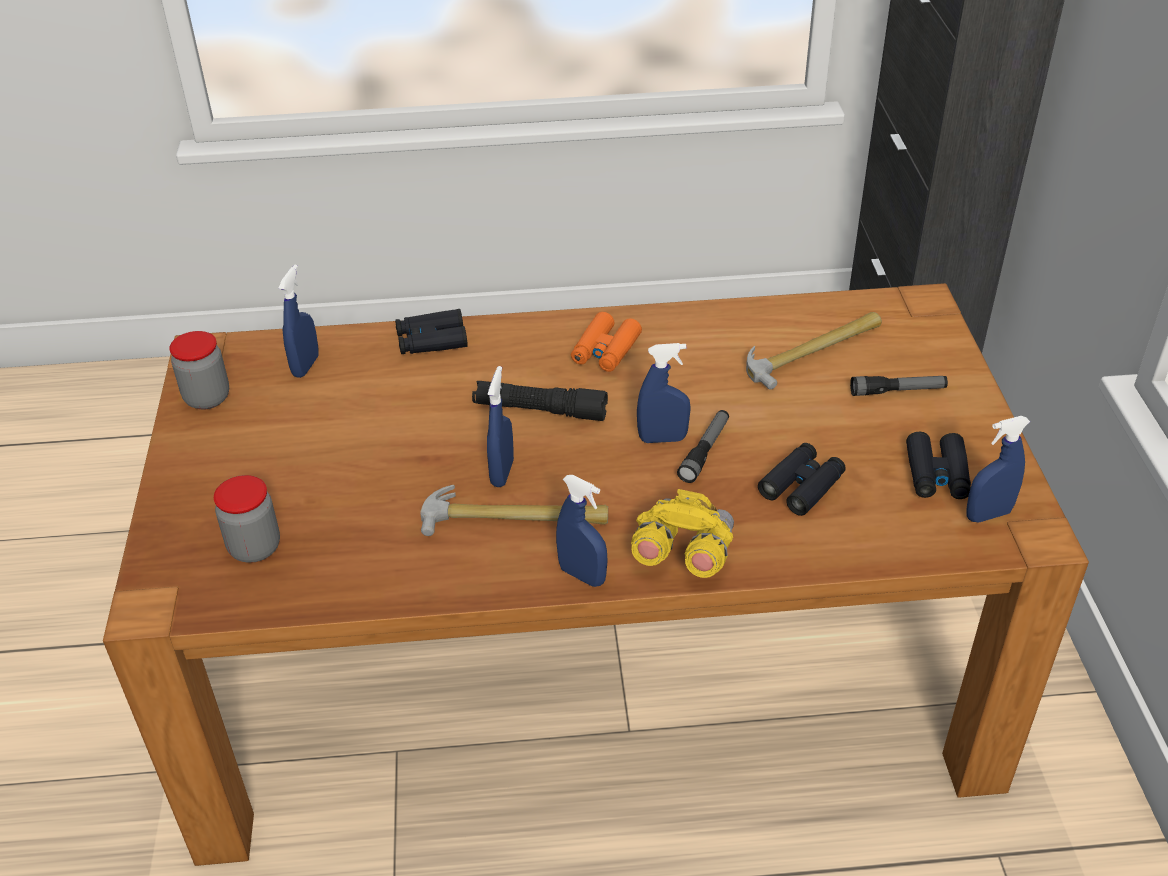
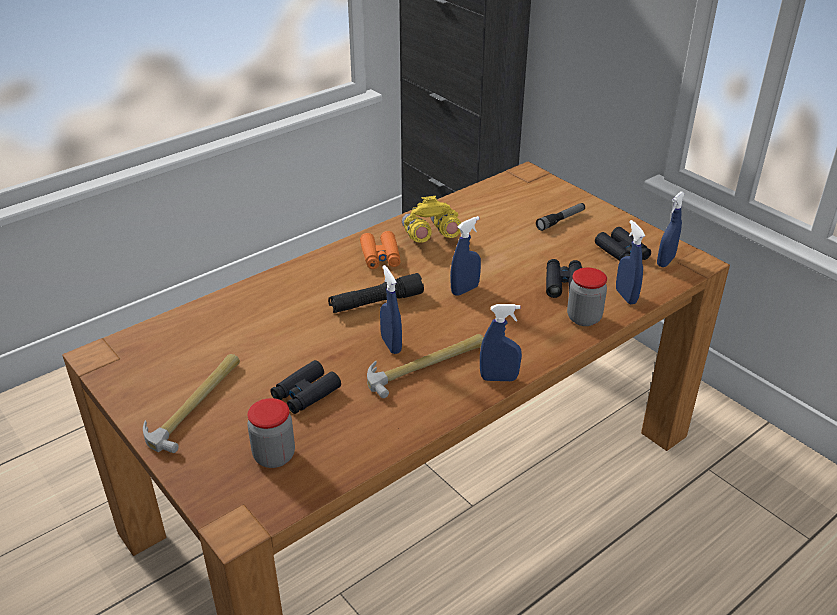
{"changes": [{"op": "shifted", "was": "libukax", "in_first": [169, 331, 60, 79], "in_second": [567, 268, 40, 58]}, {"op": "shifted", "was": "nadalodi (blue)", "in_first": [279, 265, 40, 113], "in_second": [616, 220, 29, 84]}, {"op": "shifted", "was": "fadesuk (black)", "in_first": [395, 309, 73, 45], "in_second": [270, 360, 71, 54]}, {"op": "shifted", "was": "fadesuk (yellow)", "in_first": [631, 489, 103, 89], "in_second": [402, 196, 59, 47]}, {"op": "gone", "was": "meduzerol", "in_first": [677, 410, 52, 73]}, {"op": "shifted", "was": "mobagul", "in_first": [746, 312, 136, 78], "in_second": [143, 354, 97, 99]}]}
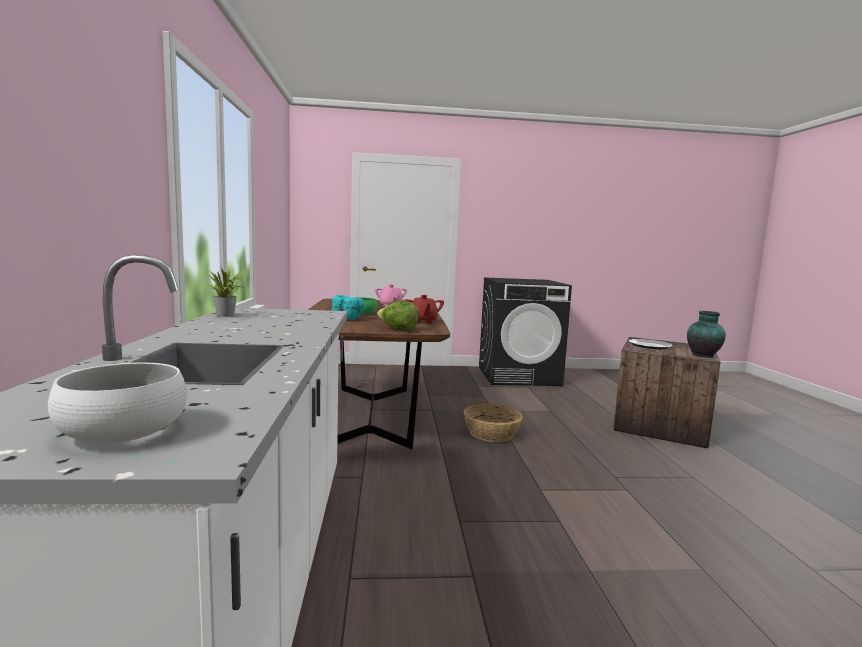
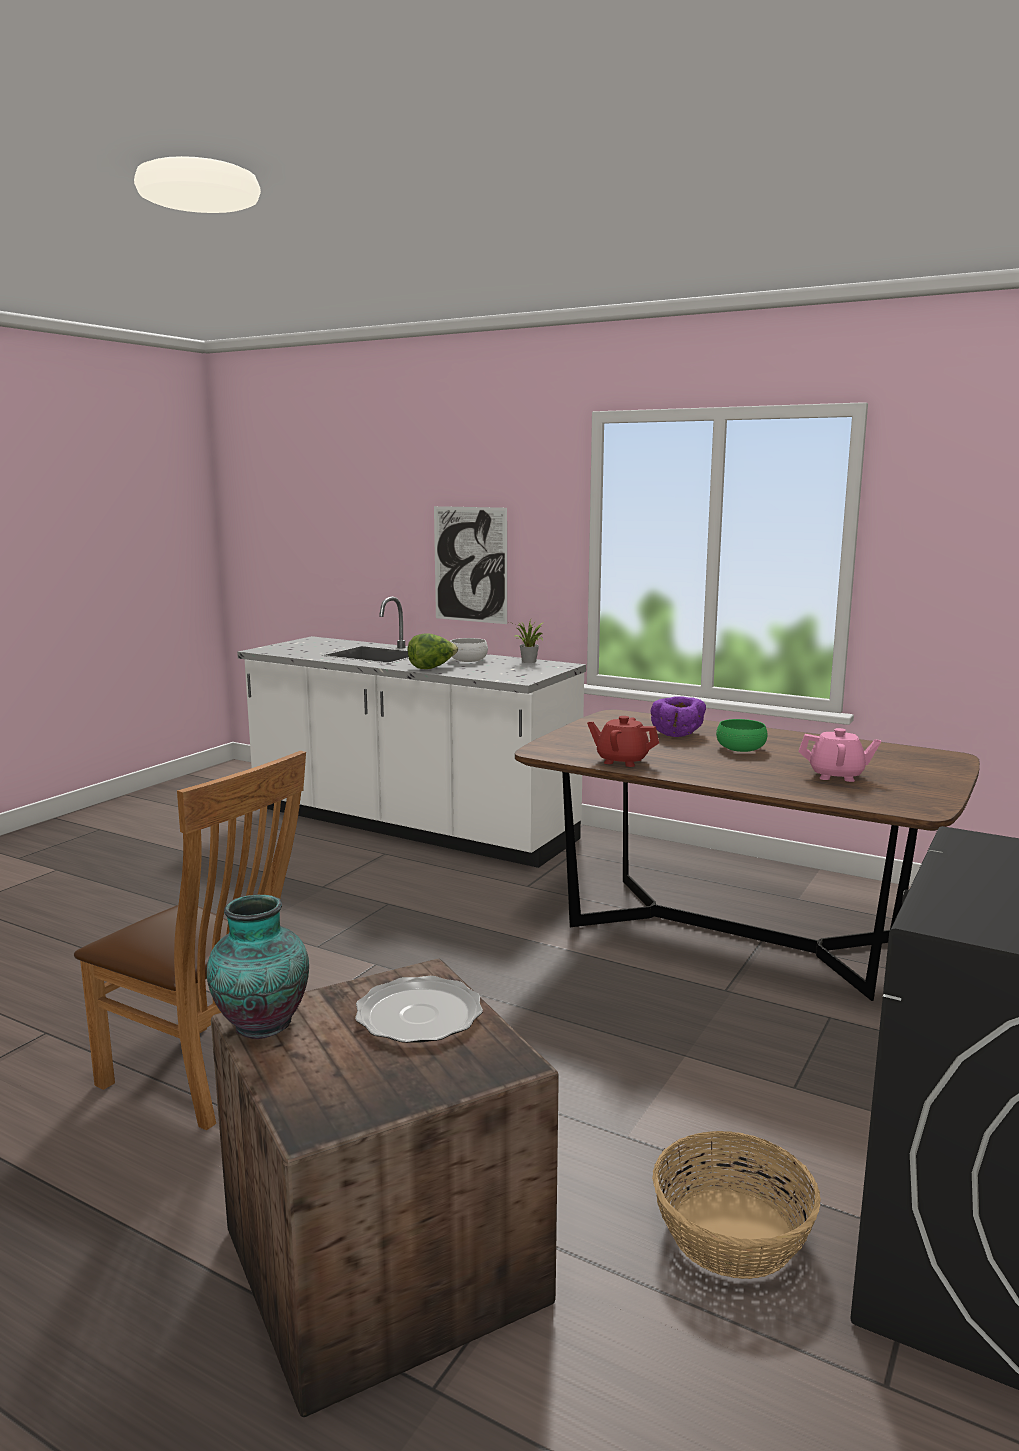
{"changes": [{"op": "shifted", "was": "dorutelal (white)", "in_first": [48, 363, 139, 80], "in_second": [450, 638, 38, 24]}, {"op": "repainted", "was": "dorutelal (turquoise)", "now": "dorutelal (purple)", "in_first": [331, 295, 34, 25], "in_second": [651, 696, 55, 41]}, {"op": "shifted", "was": "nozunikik", "in_first": [377, 301, 42, 30], "in_second": [407, 633, 51, 36]}, {"op": "shifted", "was": "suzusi", "in_first": [464, 404, 59, 38], "in_second": [652, 1131, 169, 148]}, {"op": "new", "now": "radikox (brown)", "in_second": [74, 751, 232, 380]}, {"op": "new", "now": "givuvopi", "in_second": [434, 506, 73, 118]}]}
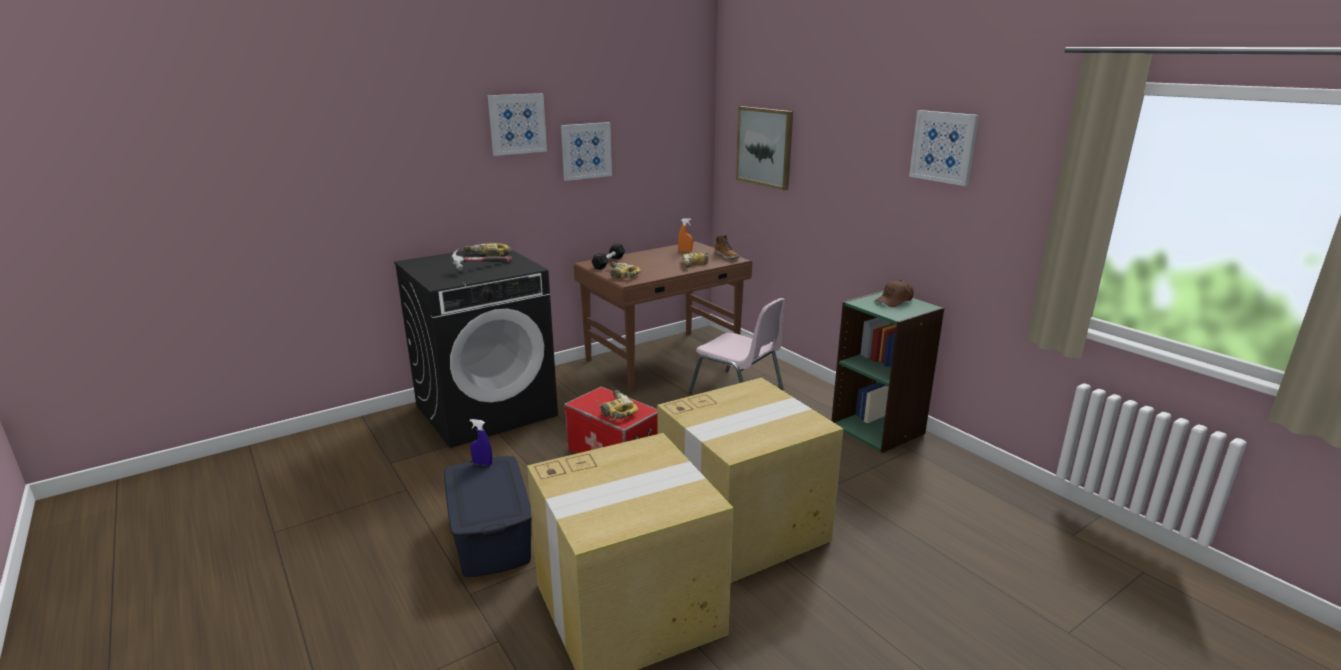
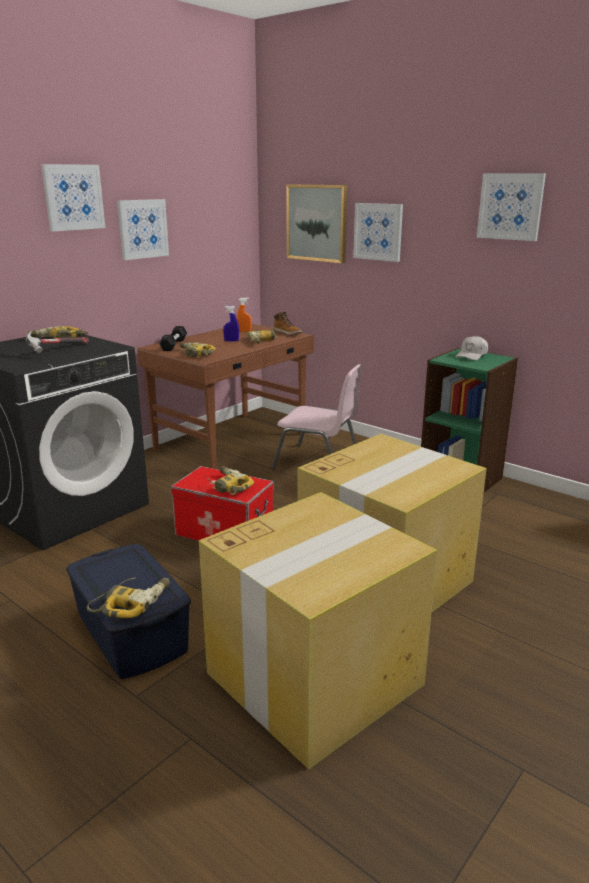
{"changes": [{"op": "shifted", "was": "nadalodi (blue)", "in_first": [470, 419, 22, 47], "in_second": [223, 306, 16, 36]}, {"op": "repainted", "was": "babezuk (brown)", "now": "babezuk (white)", "in_first": [875, 280, 39, 27], "in_second": [455, 336, 33, 25]}, {"op": "new", "now": "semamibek", "in_second": [87, 578, 83, 40]}, {"op": "new", "now": "givuvopi", "in_second": [353, 203, 50, 59]}]}
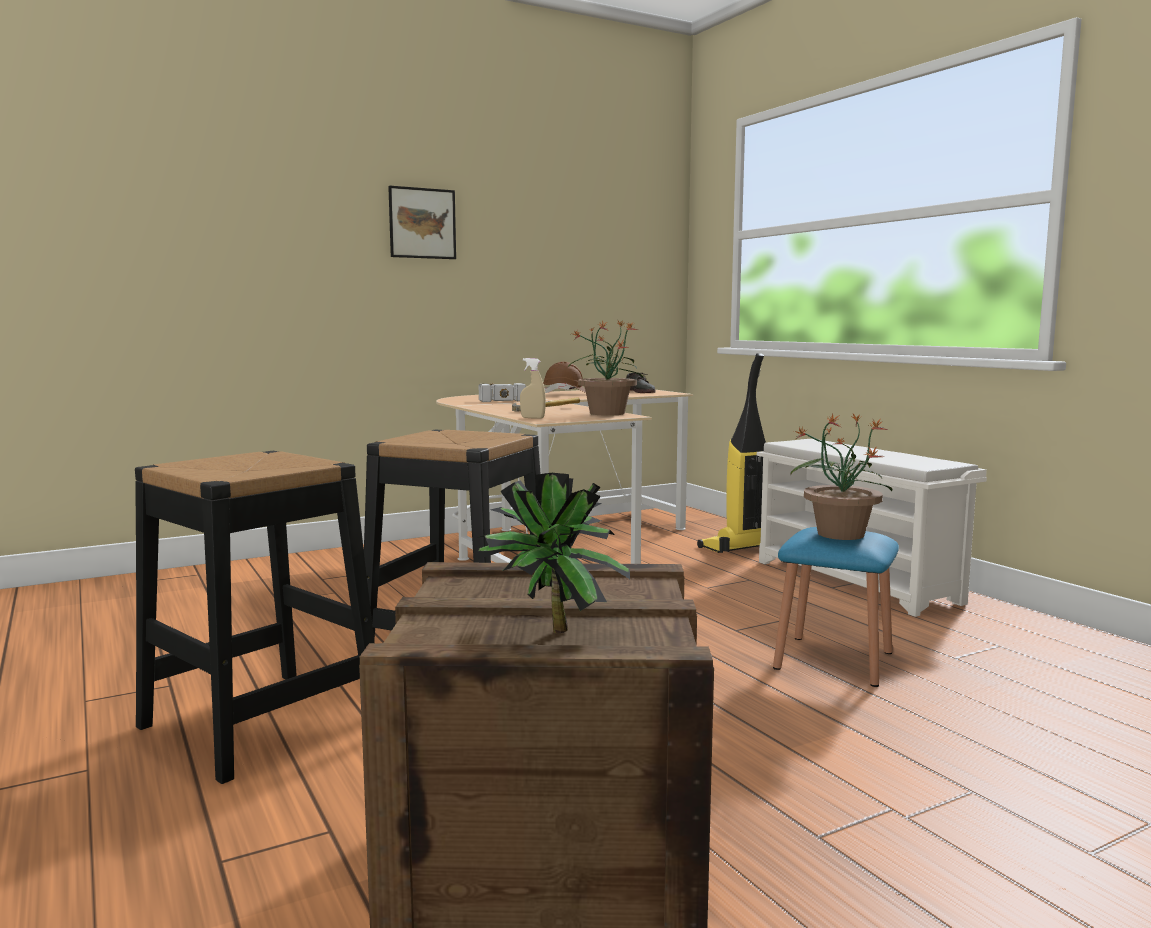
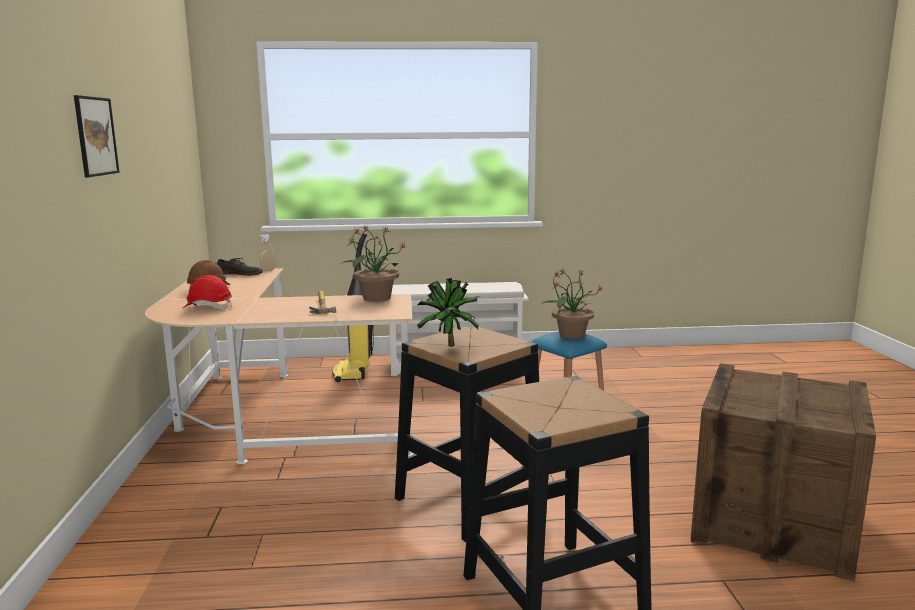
{"changes": [{"op": "shifted", "was": "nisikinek", "in_first": [477, 473, 153, 160], "in_second": [417, 278, 63, 69]}, {"op": "swapped", "was": "mobagul", "now": "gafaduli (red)", "in_first": [479, 383, 47, 19], "in_second": [183, 275, 49, 34]}, {"op": "shifted", "was": "nadalodi (beige)", "in_first": [520, 358, 26, 61], "in_second": [260, 234, 14, 37]}]}
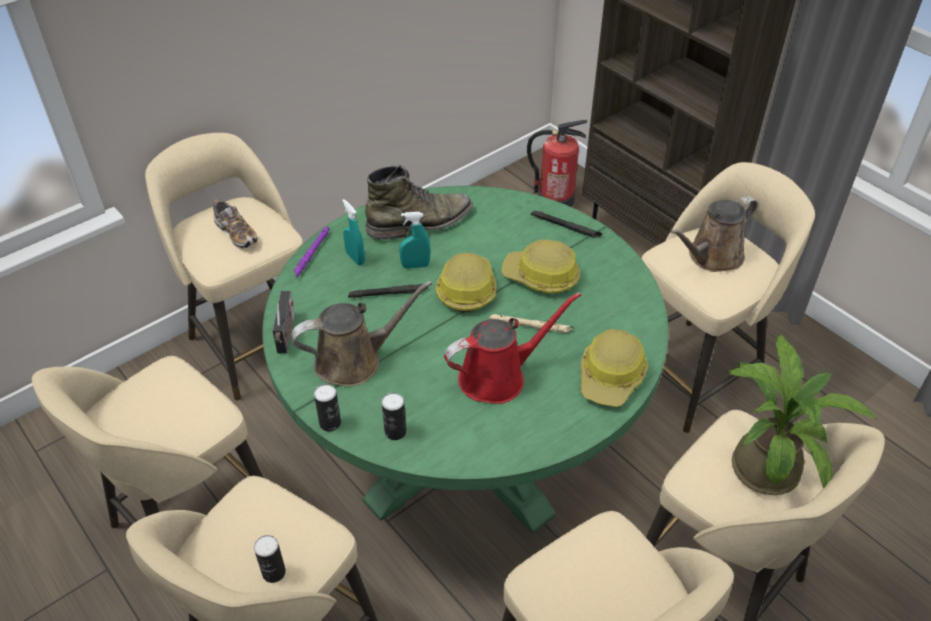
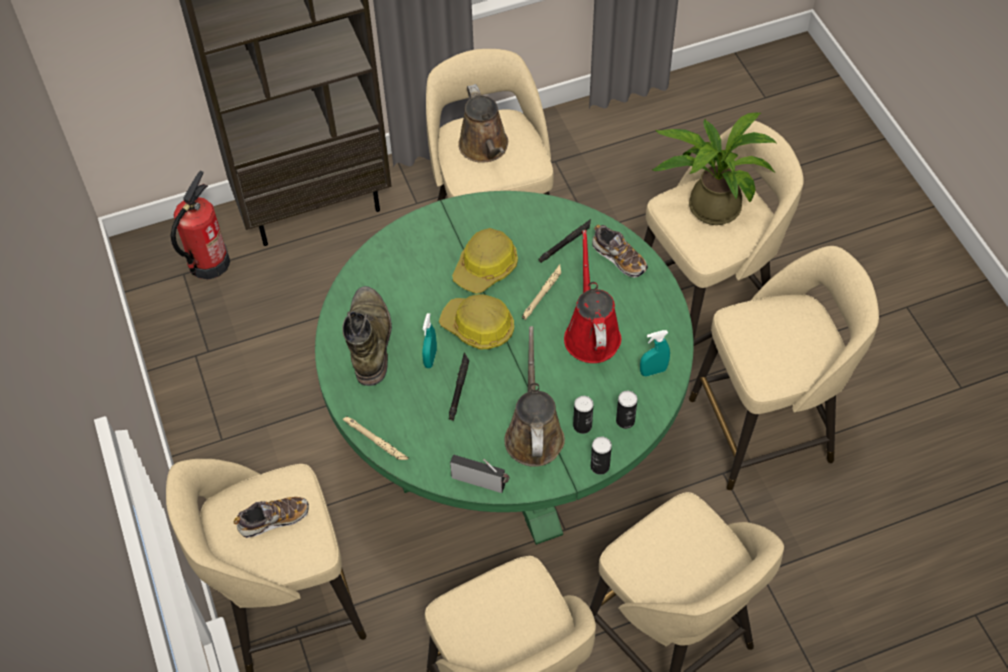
{"changes": [{"op": "shifted", "was": "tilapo", "in_first": [254, 535, 32, 48], "in_second": [573, 396, 21, 38]}, {"op": "repainted", "was": "meduzerol (purple)", "now": "meduzerol (beige)", "in_first": [294, 226, 35, 52], "in_second": [343, 416, 66, 44]}, {"op": "shifted", "was": "nadalodi (turquoise)", "in_first": [342, 199, 23, 66], "in_second": [640, 330, 30, 46]}, {"op": "shifted", "was": "meduzerol (black)", "in_first": [531, 211, 71, 27], "in_second": [538, 219, 53, 44]}, {"op": "swapped", "was": "gafaduli", "now": "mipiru", "in_first": [580, 329, 68, 78], "in_second": [592, 225, 56, 53]}]}
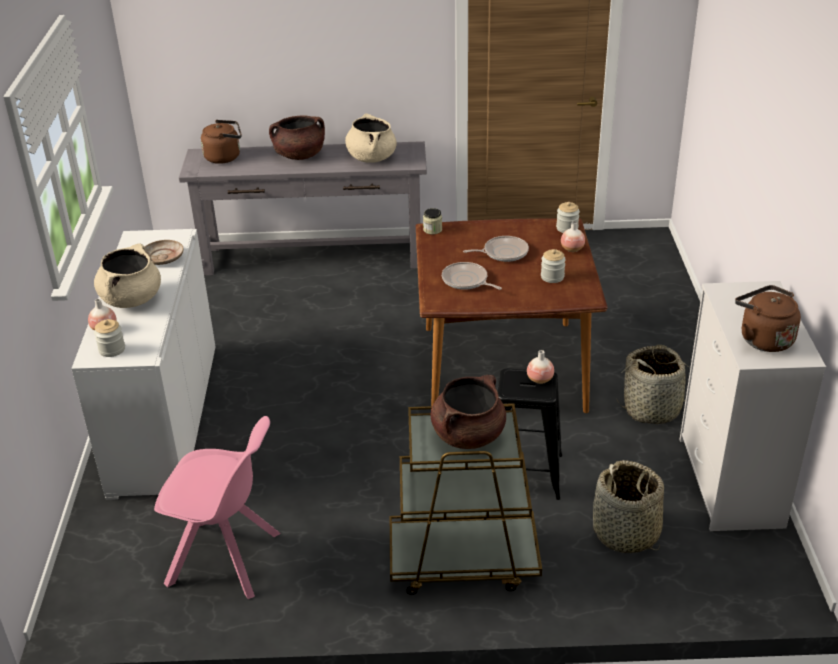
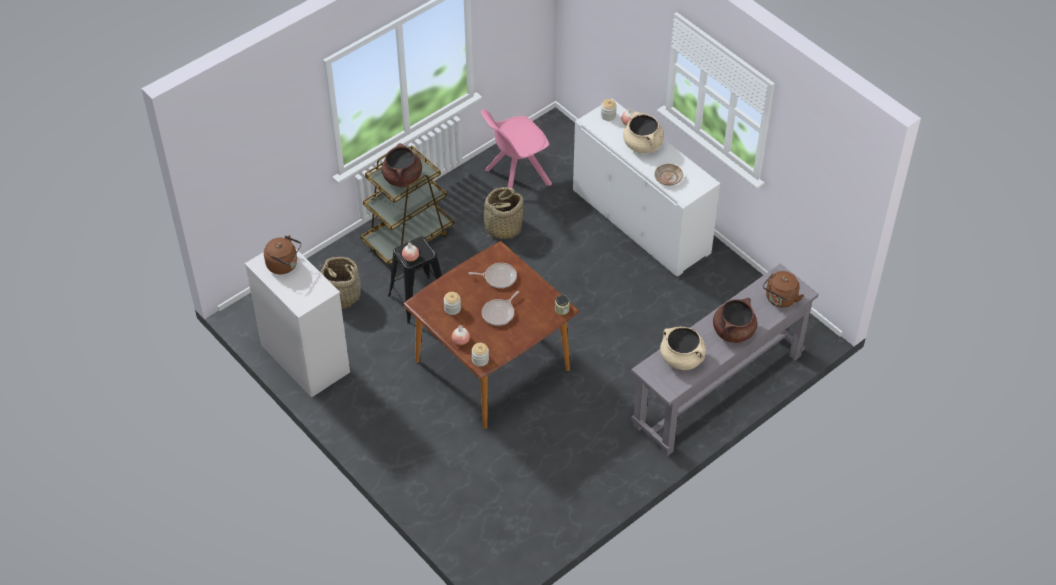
{"changes": [{"op": "shifted", "was": "suzusi", "in_first": [616, 345, 74, 79], "in_second": [480, 187, 44, 52]}]}
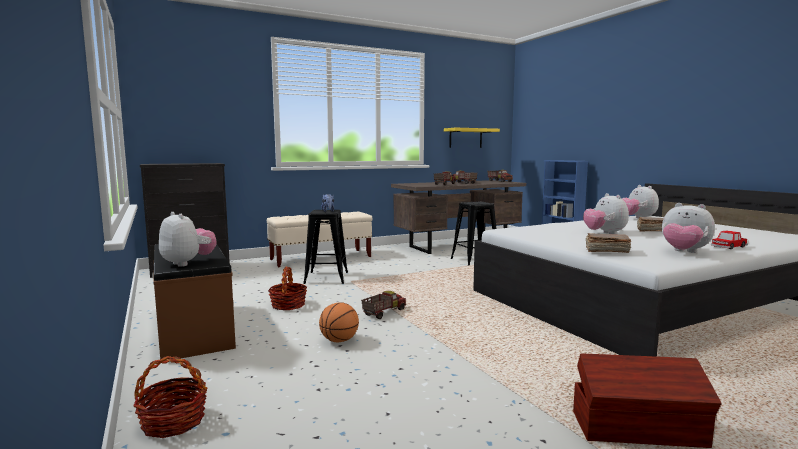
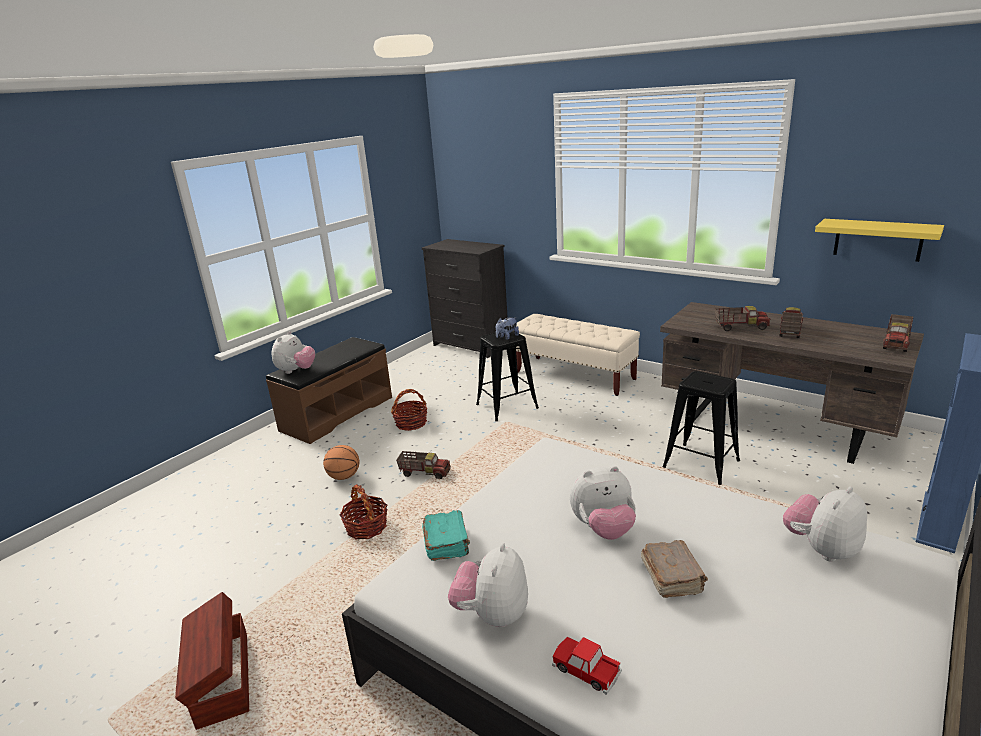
{"changes": [{"op": "shifted", "was": "suzusi", "in_first": [134, 356, 74, 82], "in_second": [340, 484, 48, 55]}, {"op": "rotated", "was": "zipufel", "in_first": [583, 193, 46, 41], "in_second": [570, 466, 66, 74], "clockwise": -150}, {"op": "repainted", "was": "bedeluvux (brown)", "now": "bedeluvux (turquoise)", "in_first": [586, 233, 45, 20], "in_second": [422, 510, 48, 51]}]}
